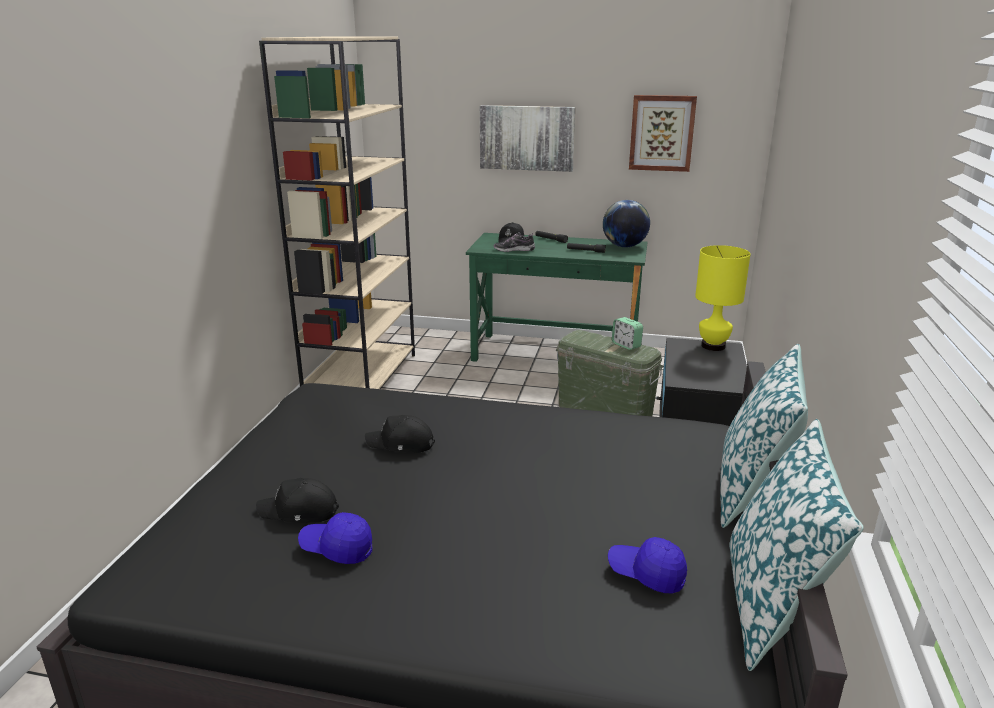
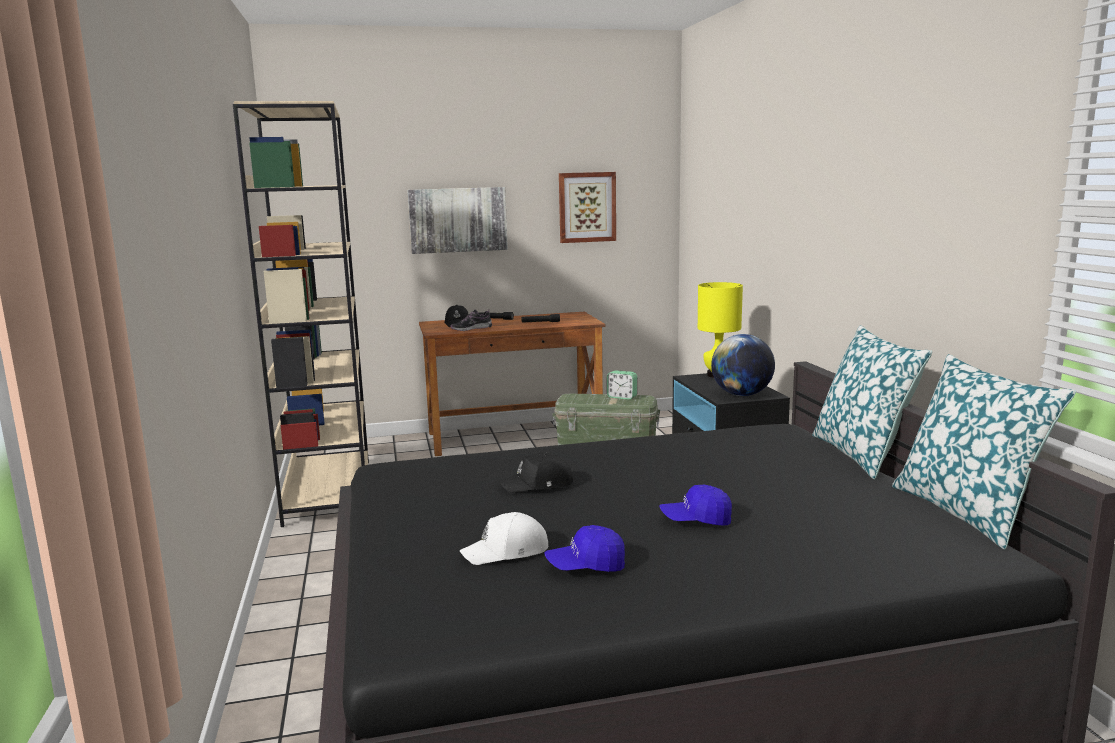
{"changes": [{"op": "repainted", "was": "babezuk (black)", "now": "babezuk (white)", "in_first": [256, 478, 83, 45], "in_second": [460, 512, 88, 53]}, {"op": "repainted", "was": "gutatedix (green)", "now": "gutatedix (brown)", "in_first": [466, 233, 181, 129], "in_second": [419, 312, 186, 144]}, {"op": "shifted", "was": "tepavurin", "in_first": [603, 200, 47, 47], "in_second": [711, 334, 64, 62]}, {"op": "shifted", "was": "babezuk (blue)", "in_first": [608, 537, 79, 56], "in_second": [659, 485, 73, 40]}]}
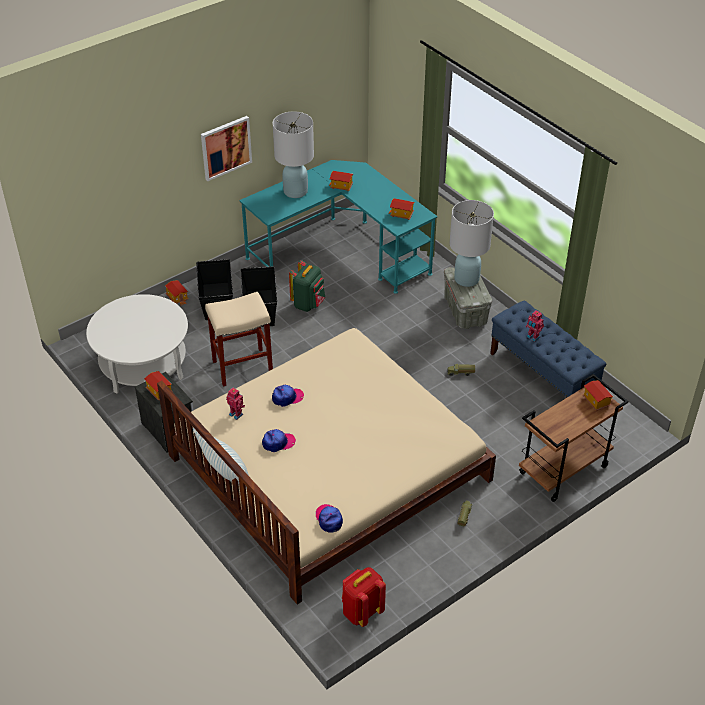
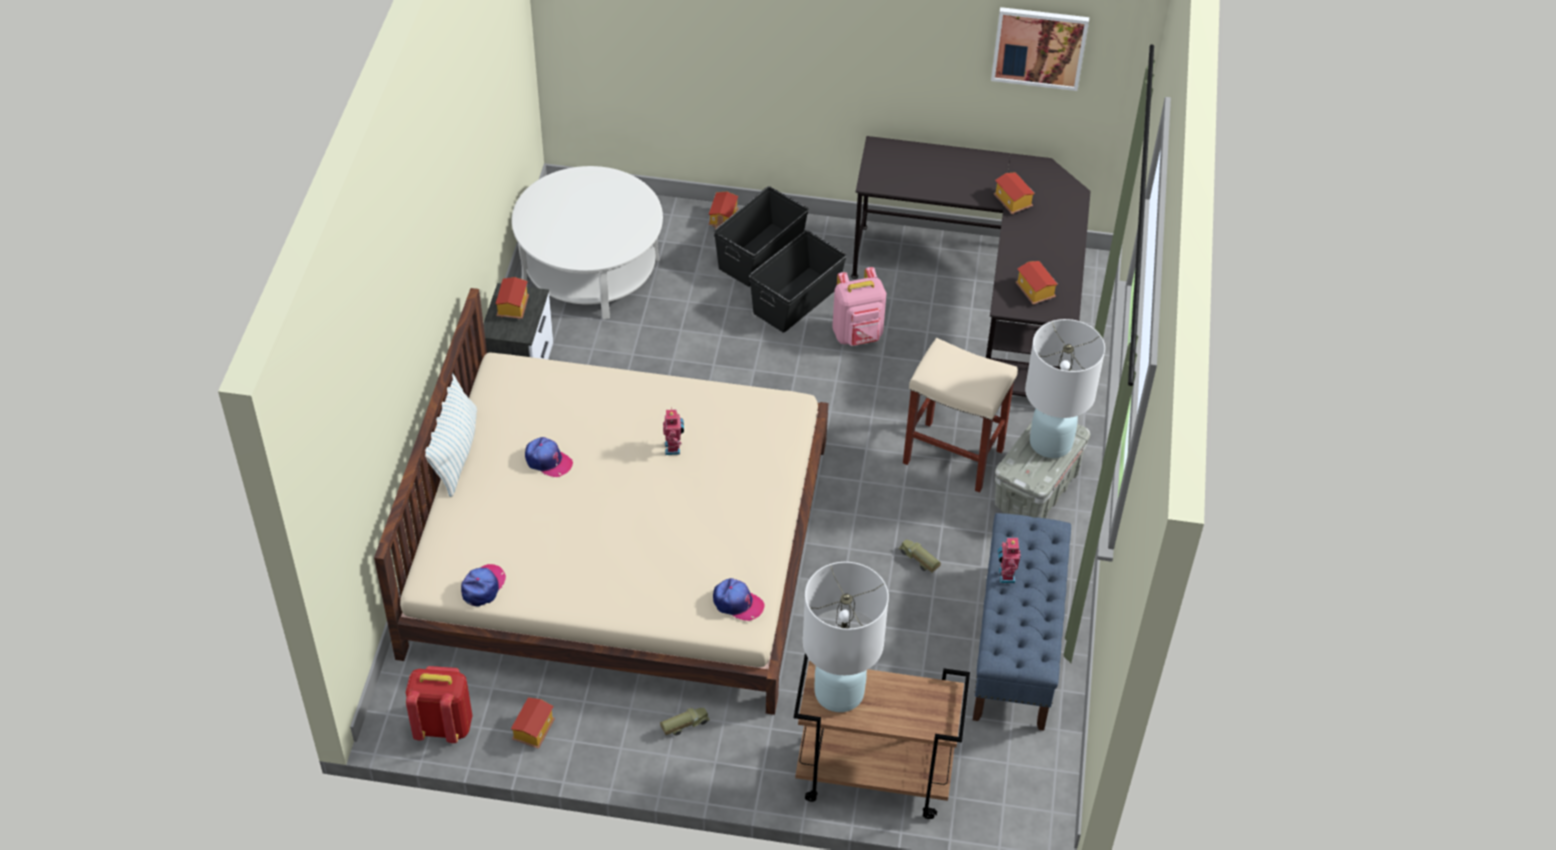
{"changes": [{"op": "shifted", "was": "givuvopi", "in_first": [201, 116, 51, 65], "in_second": [991, 7, 98, 84]}, {"op": "shifted", "was": "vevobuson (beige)", "in_first": [205, 292, 68, 95], "in_second": [903, 338, 115, 155]}, {"op": "shifted", "was": "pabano", "in_first": [226, 388, 19, 32], "in_second": [663, 409, 21, 46]}, {"op": "repainted", "was": "gutatedix (turquoise)", "now": "gutatedix (black)", "in_first": [239, 160, 199, 134], "in_second": [851, 136, 240, 261]}, {"op": "shifted", "was": "babezuk", "in_first": [272, 385, 32, 22], "in_second": [713, 578, 52, 43]}, {"op": "shifted", "was": "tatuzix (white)", "in_first": [273, 112, 41, 86], "in_second": [802, 562, 87, 150]}, {"op": "repainted", "was": "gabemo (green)", "now": "gabemo (pink)", "in_first": [289, 260, 36, 52], "in_second": [832, 267, 55, 79]}, {"op": "shifted", "was": "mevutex", "in_first": [583, 380, 30, 31], "in_second": [511, 697, 44, 52]}]}
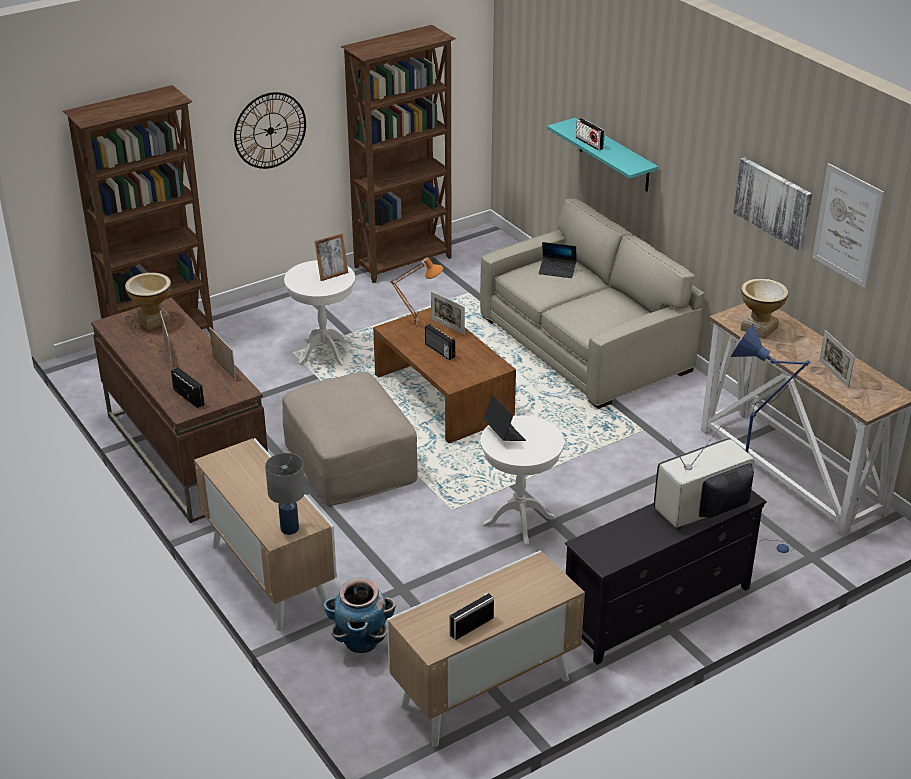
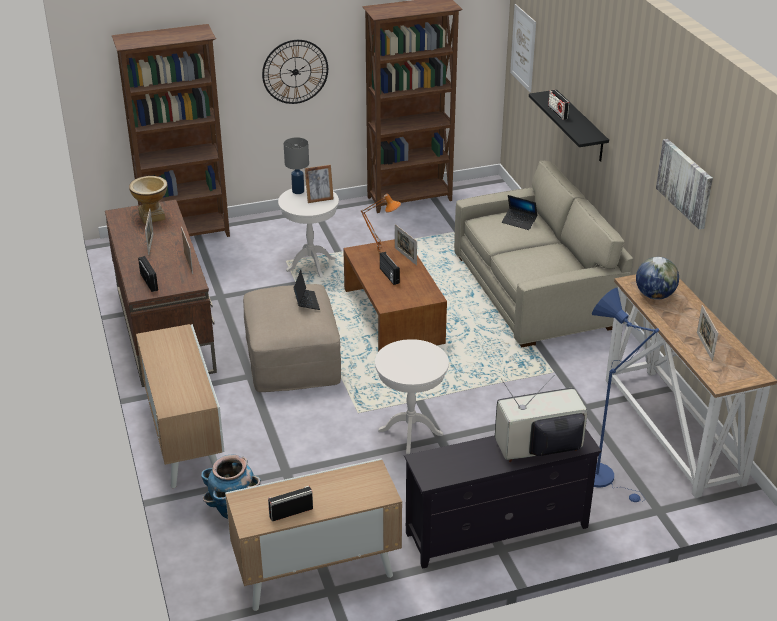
{"changes": [{"op": "shifted", "was": "tatuzix (grey)", "in_first": [265, 453, 40, 82], "in_second": [284, 137, 25, 57]}, {"op": "shifted", "was": "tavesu", "in_first": [483, 395, 43, 46], "in_second": [294, 270, 26, 40]}, {"op": "repainted", "was": "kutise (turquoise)", "now": "kutise (black)", "in_first": [547, 118, 111, 74], "in_second": [529, 90, 80, 72]}, {"op": "swapped", "was": "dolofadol", "now": "tepavurin", "in_first": [741, 278, 48, 61], "in_second": [636, 257, 43, 43]}, {"op": "shifted", "was": "givuvopi", "in_first": [812, 163, 72, 125], "in_second": [510, 4, 26, 88]}]}
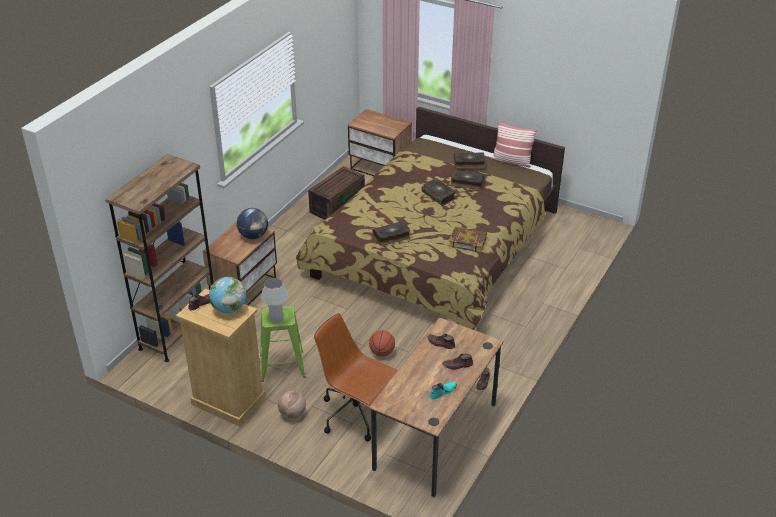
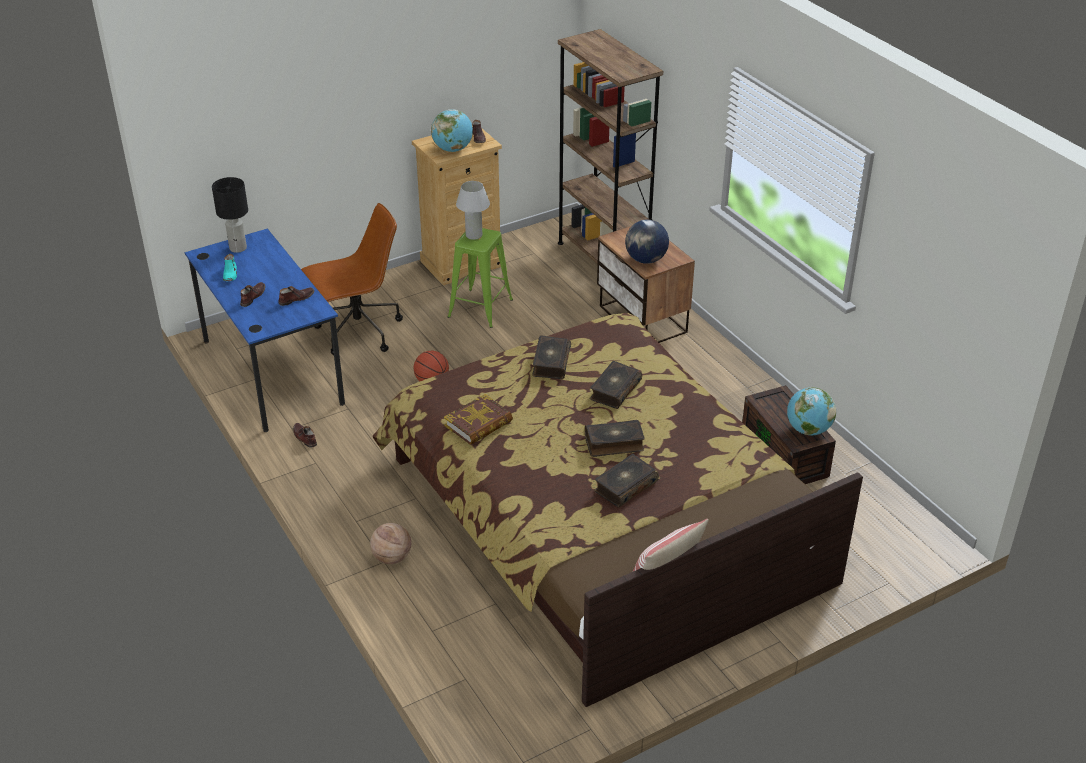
{"changes": [{"op": "shifted", "was": "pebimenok", "in_first": [278, 391, 28, 28], "in_second": [370, 523, 41, 41]}, {"op": "gone", "was": "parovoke", "in_first": [348, 109, 64, 67]}, {"op": "repainted", "was": "gutatedix (brown)", "now": "gutatedix (blue)", "in_first": [369, 317, 135, 180], "in_second": [185, 229, 160, 203]}, {"op": "shifted", "was": "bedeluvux", "in_first": [454, 152, 31, 17], "in_second": [590, 361, 52, 48]}, {"op": "new", "now": "tatuzix (black)", "in_second": [212, 177, 36, 76]}, {"op": "new", "now": "tepavurin", "in_second": [787, 387, 49, 48]}]}
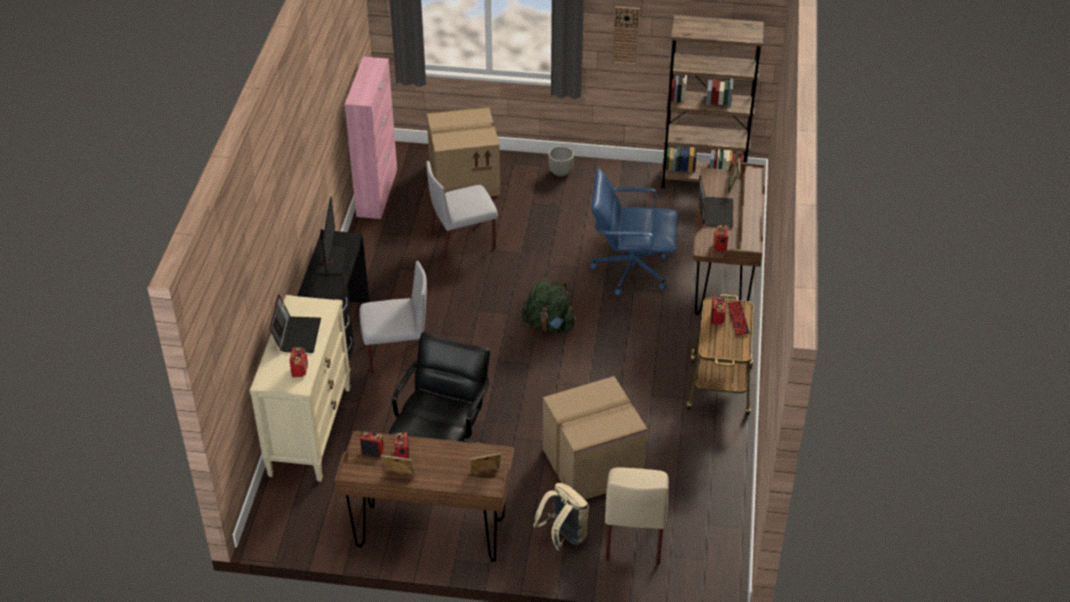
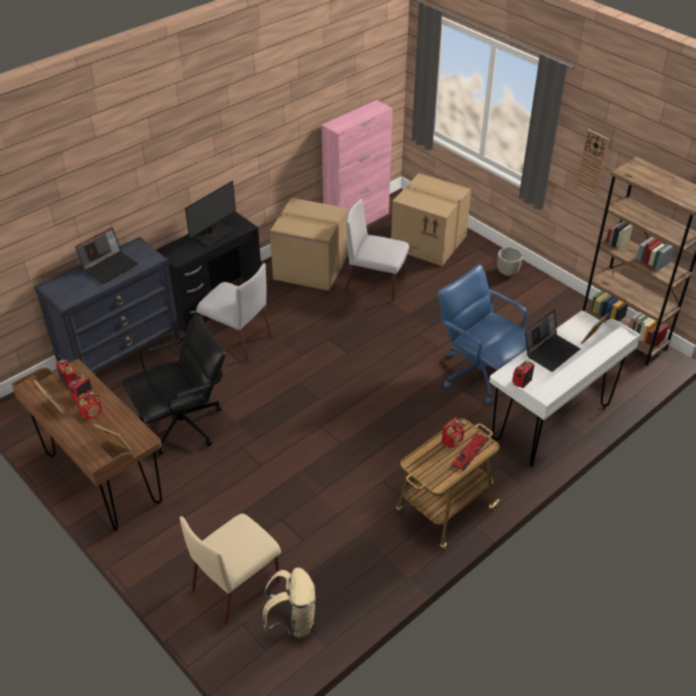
{"changes": [{"op": "repainted", "was": "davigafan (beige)", "now": "davigafan (black)", "in_first": [250, 295, 101, 187], "in_second": [34, 237, 146, 136]}, {"op": "shifted", "was": "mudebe", "in_first": [290, 346, 18, 31], "in_second": [76, 389, 26, 31]}, {"op": "gone", "was": "gabemo (green)", "in_first": [521, 279, 55, 54]}, {"op": "shifted", "was": "gabemo (beige)", "in_first": [533, 483, 56, 67], "in_second": [263, 567, 53, 71]}, {"op": "shifted", "was": "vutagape", "in_first": [543, 376, 104, 124], "in_second": [270, 198, 78, 93]}, {"op": "repainted", "was": "gutatedix (brown)", "now": "gutatedix (white)", "in_first": [693, 162, 73, 153], "in_second": [489, 311, 151, 156]}]}
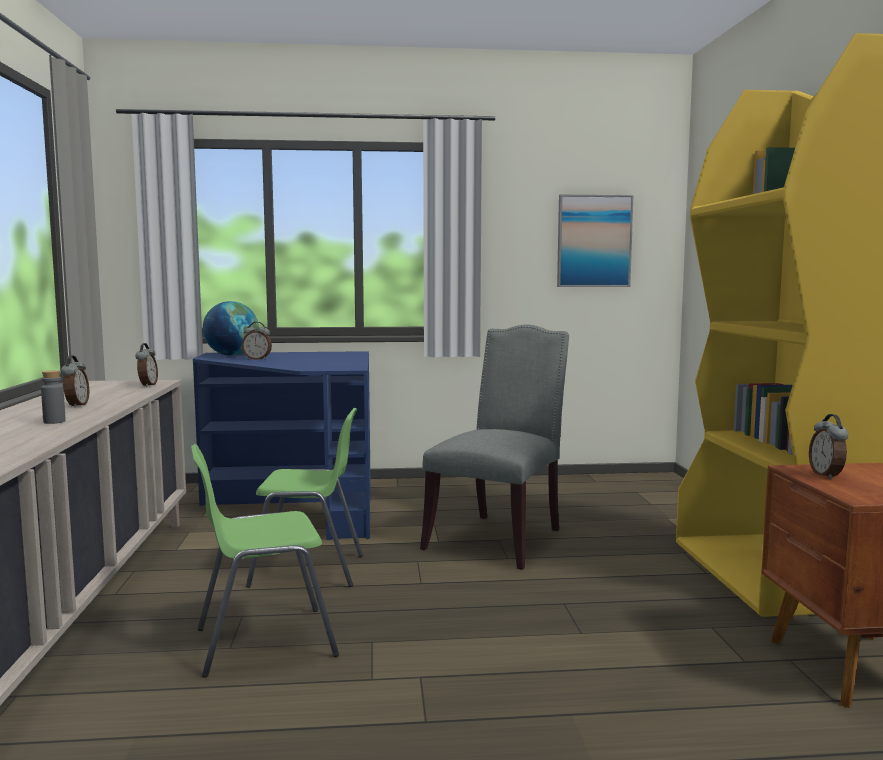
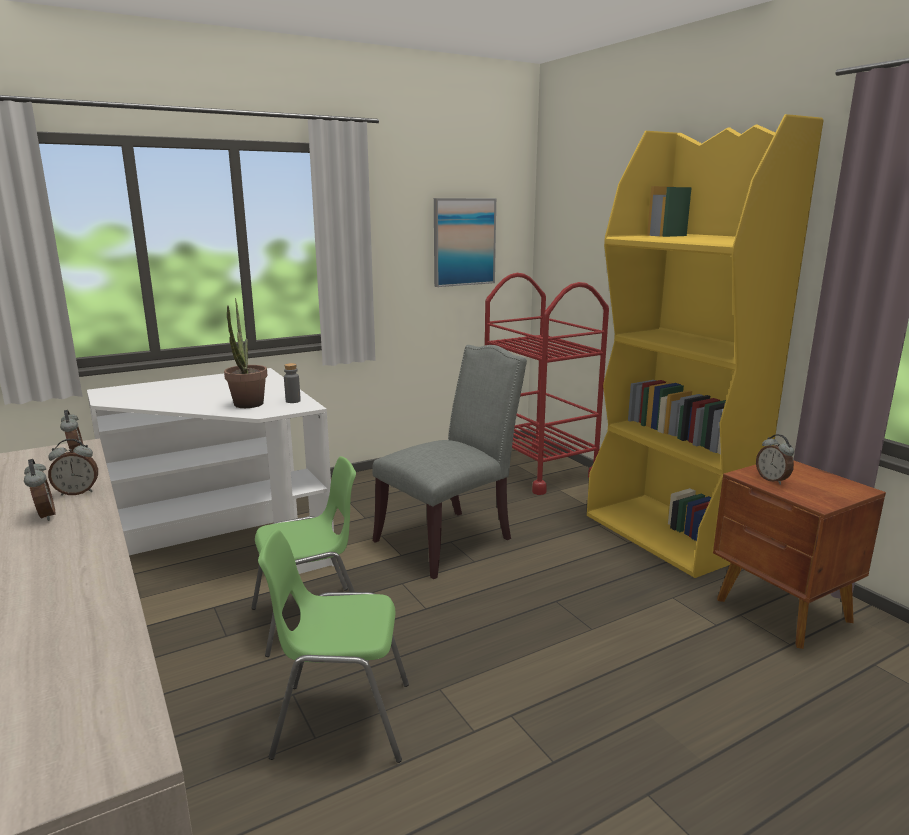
{"changes": [{"op": "shifted", "was": "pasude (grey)", "in_first": [41, 370, 25, 54], "in_second": [284, 363, 17, 40]}, {"op": "rotated", "was": "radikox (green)", "in_first": [191, 444, 148, 233], "in_second": [258, 529, 151, 234], "clockwise": 45}, {"op": "repainted", "was": "gutatedix (blue)", "now": "gutatedix (white)", "in_first": [193, 351, 178, 189], "in_second": [87, 368, 247, 206]}, {"op": "gone", "was": "tepavurin", "in_first": [203, 301, 56, 55]}, {"op": "shifted", "was": "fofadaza", "in_first": [242, 322, 30, 38], "in_second": [48, 439, 50, 57]}, {"op": "rotated", "was": "radikox (grey)", "in_first": [420, 324, 149, 246], "in_second": [372, 345, 155, 234], "clockwise": 45}, {"op": "new", "now": "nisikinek", "in_second": [224, 298, 44, 110]}, {"op": "new", "now": "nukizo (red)", "in_second": [485, 273, 124, 222]}]}
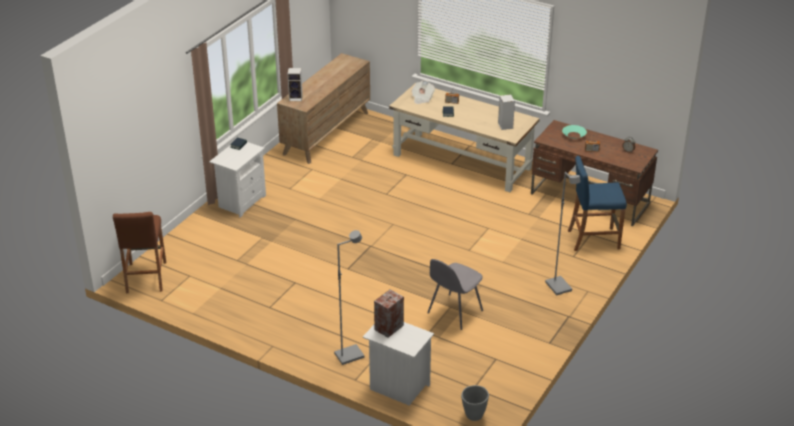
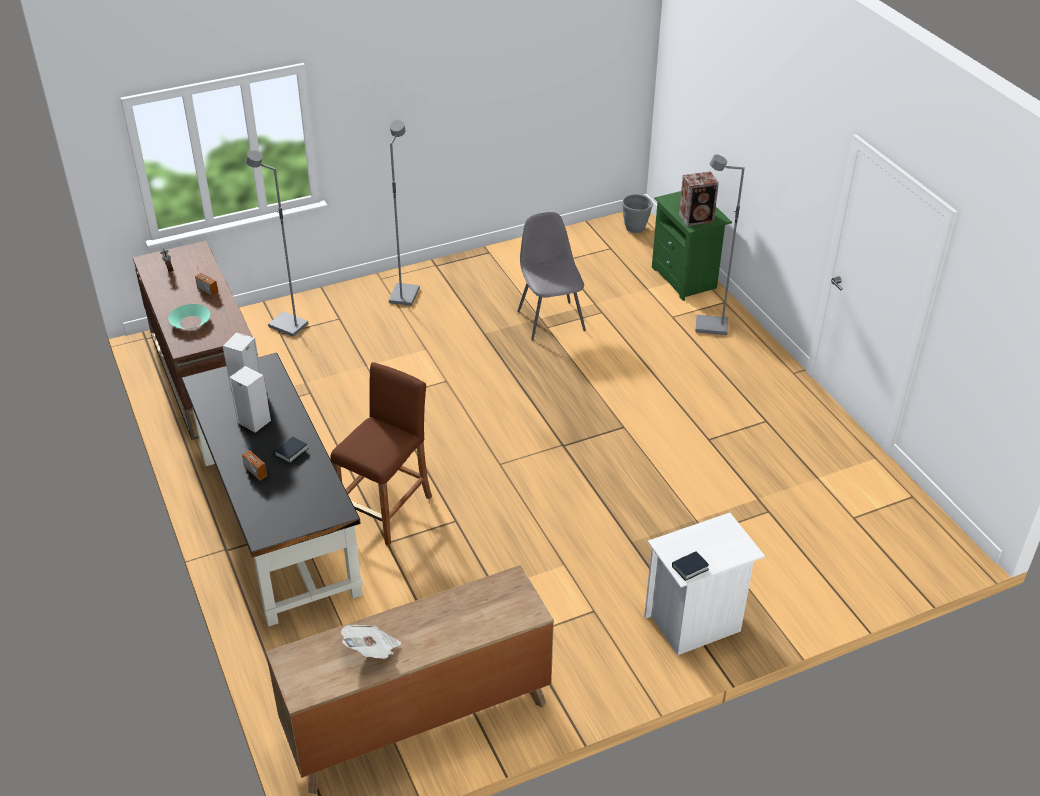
{"changes": [{"op": "shifted", "was": "vevobuson (brown)", "in_first": [113, 212, 53, 81], "in_second": [330, 362, 102, 184]}, {"op": "shifted", "was": "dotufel", "in_first": [288, 68, 15, 33], "in_second": [229, 366, 42, 67]}, {"op": "repainted", "was": "parovoke (white)", "now": "parovoke (green)", "in_first": [363, 322, 71, 83], "in_second": [652, 191, 80, 110]}, {"op": "repainted", "was": "gutatedix (beige)", "now": "gutatedix (black)", "in_first": [389, 83, 151, 109], "in_second": [182, 353, 181, 274]}, {"op": "shifted", "was": "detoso", "in_first": [411, 80, 24, 24], "in_second": [341, 625, 60, 34]}, {"op": "rotated", "was": "radikox (grey)", "in_first": [427, 259, 56, 71], "in_second": [517, 212, 69, 128], "clockwise": -90}, {"op": "swapped", "was": "vevobuson (blue)", "now": "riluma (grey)", "in_first": [568, 156, 59, 95], "in_second": [246, 150, 62, 187]}]}
